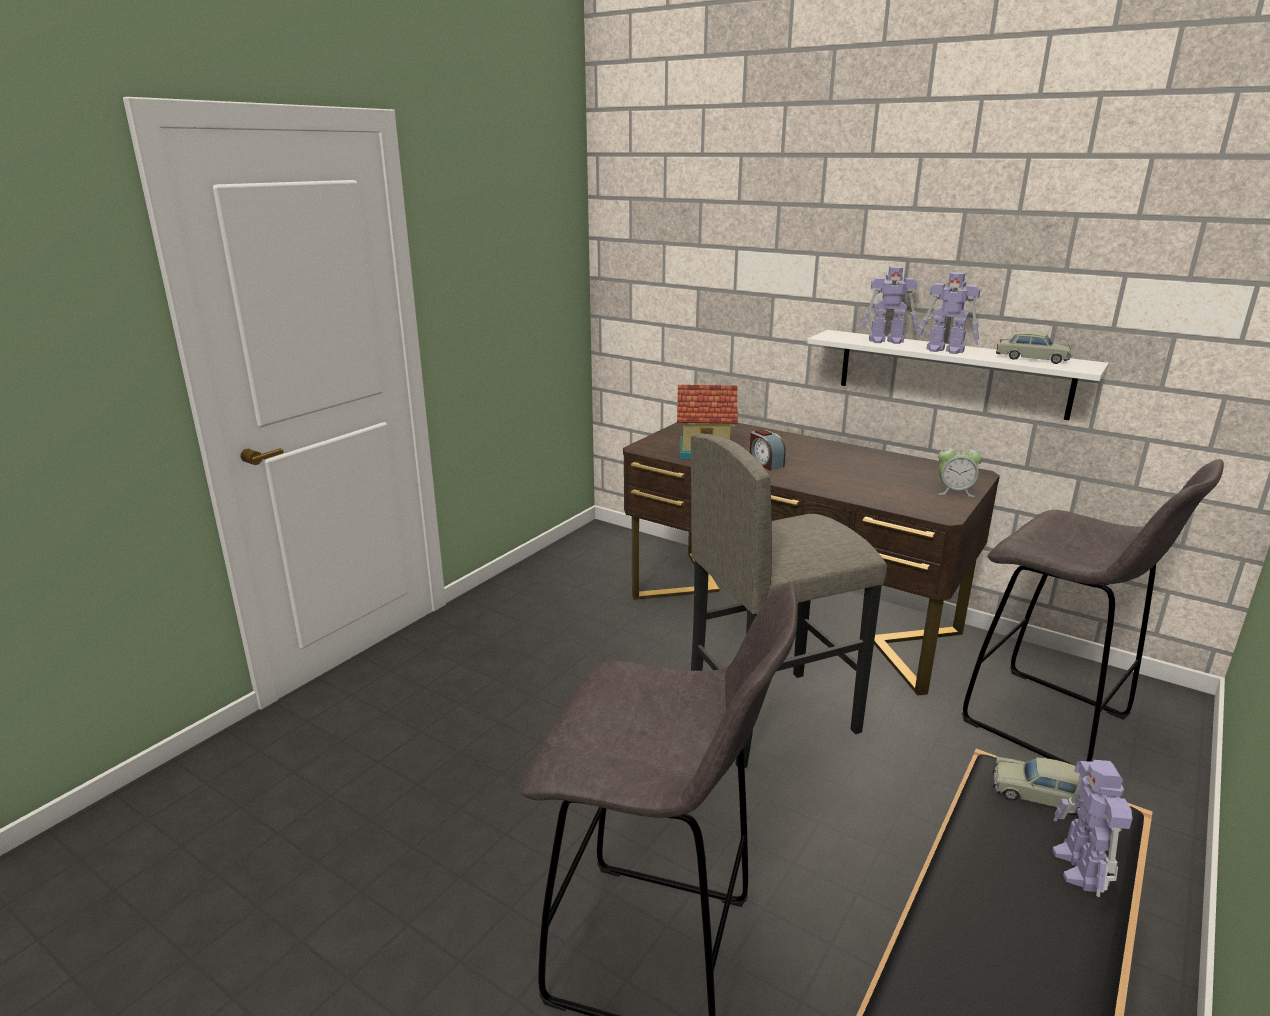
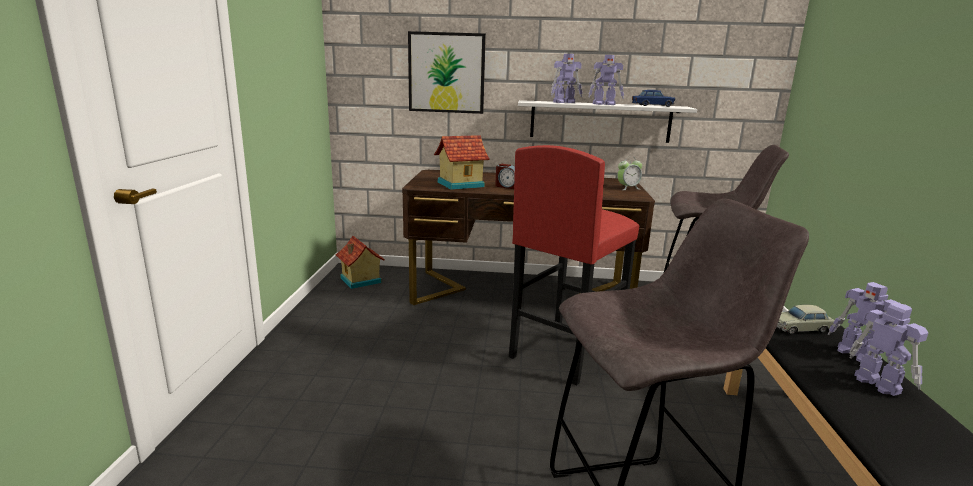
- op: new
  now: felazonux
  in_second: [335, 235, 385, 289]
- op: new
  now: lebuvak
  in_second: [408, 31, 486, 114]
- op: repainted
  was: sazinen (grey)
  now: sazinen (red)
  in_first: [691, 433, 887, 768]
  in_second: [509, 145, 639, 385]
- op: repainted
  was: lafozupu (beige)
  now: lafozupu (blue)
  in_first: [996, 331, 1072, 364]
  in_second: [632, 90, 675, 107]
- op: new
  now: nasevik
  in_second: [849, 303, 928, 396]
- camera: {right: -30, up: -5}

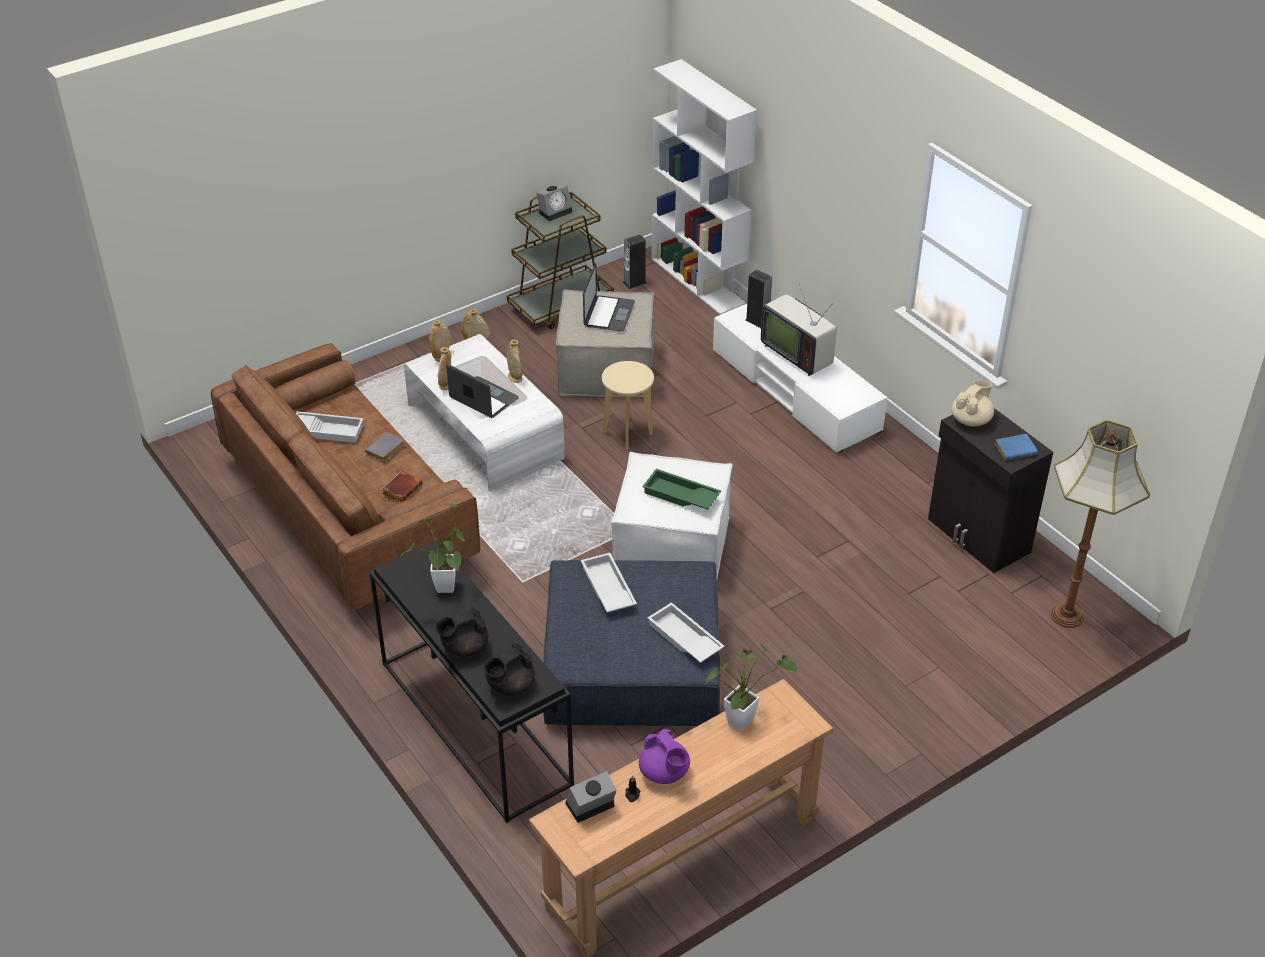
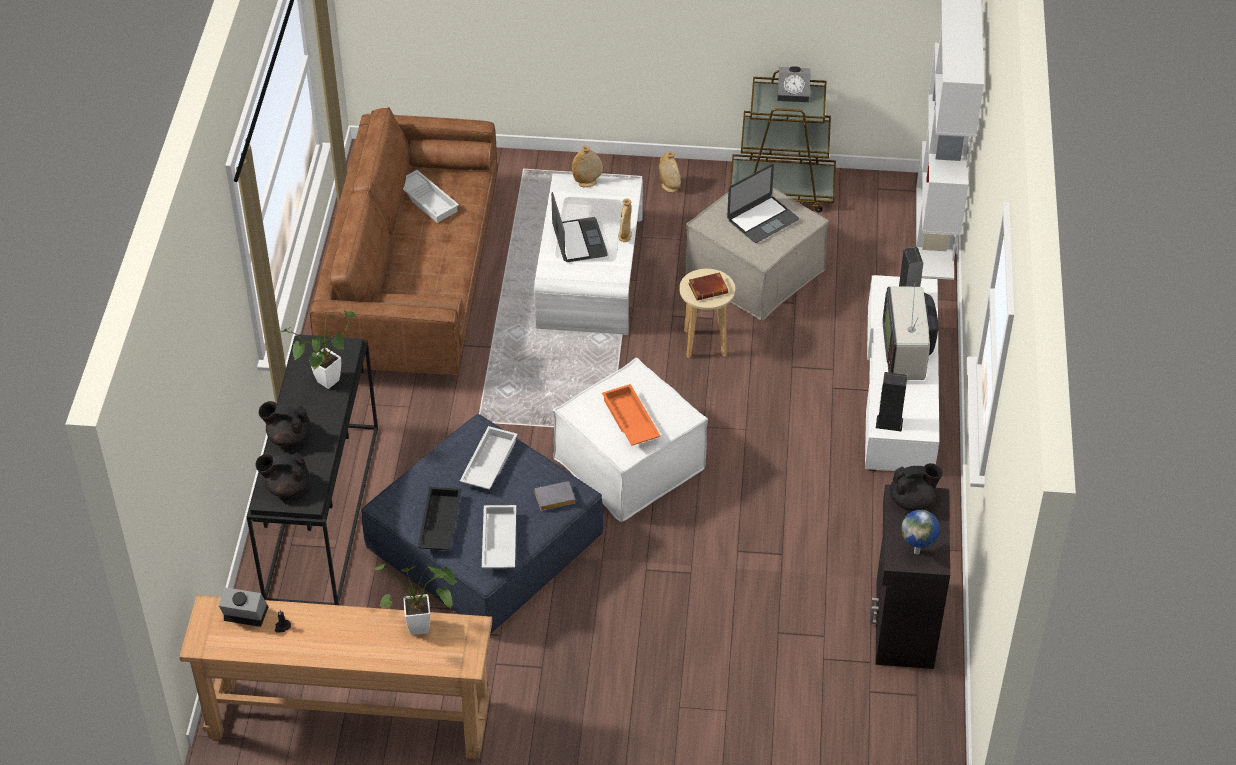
- op: new
  now: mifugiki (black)
  in_second: [418, 487, 461, 550]
- op: shifted
  was: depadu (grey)
  in_first: [365, 433, 405, 462]
  in_second: [534, 481, 576, 511]
- op: repainted
  was: mifugiki (green)
  now: mifugiki (orange)
  in_first: [643, 469, 721, 510]
  in_second: [602, 384, 661, 446]
- op: shifted
  was: depadu (brown)
  in_first: [382, 471, 422, 502]
  in_second: [688, 272, 728, 301]
- op: shifted
  was: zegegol
  in_first: [623, 235, 647, 289]
  in_second: [876, 372, 908, 432]
- op: repainted
  was: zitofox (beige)
  now: zitofox (black)
  in_first: [952, 380, 994, 426]
  in_second: [890, 463, 943, 511]
- op: swapped
  was: depadu (blue)
  now: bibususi
  in_first: [995, 434, 1038, 461]
  in_second: [901, 510, 940, 554]
- op: gone
  was: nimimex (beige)
  in_first: [438, 347, 451, 390]
- op: gone
  was: zitofox (purple)
  in_first: [639, 729, 690, 784]
- op: gone
  was: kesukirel
  in_first: [1051, 420, 1150, 628]
- camera: {right: 40, up: 5}

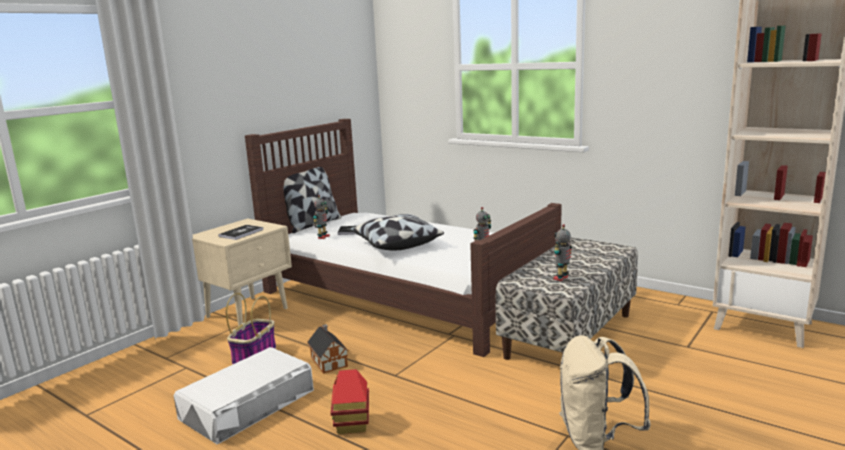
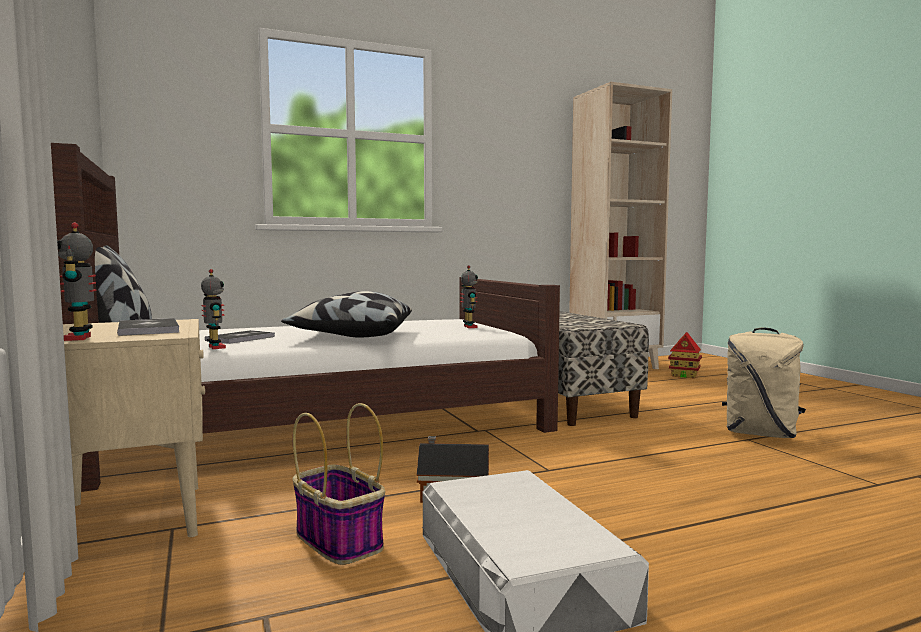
- op: shifted
  was: nasevik
  in_first: [553, 224, 572, 281]
  in_second: [57, 222, 97, 341]
- op: shifted
  was: felazonux
  in_first: [331, 369, 369, 434]
  in_second: [668, 332, 702, 379]
- camera: {right: -60, up: -10}

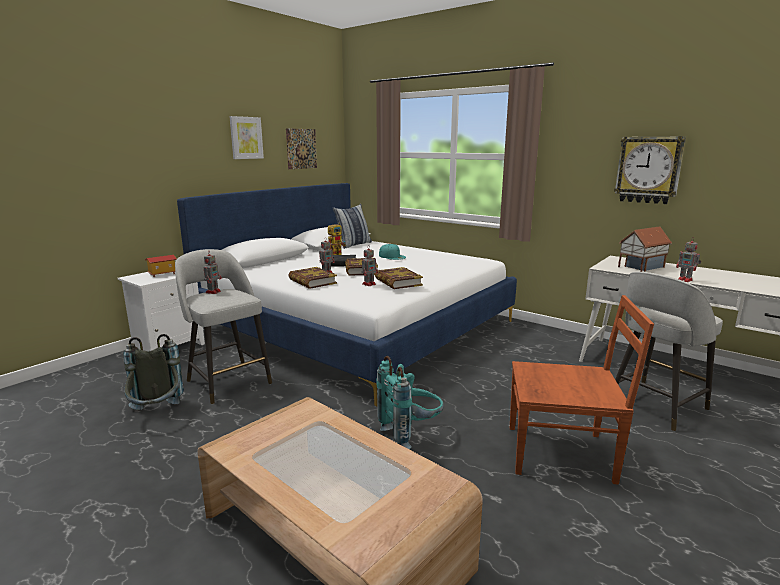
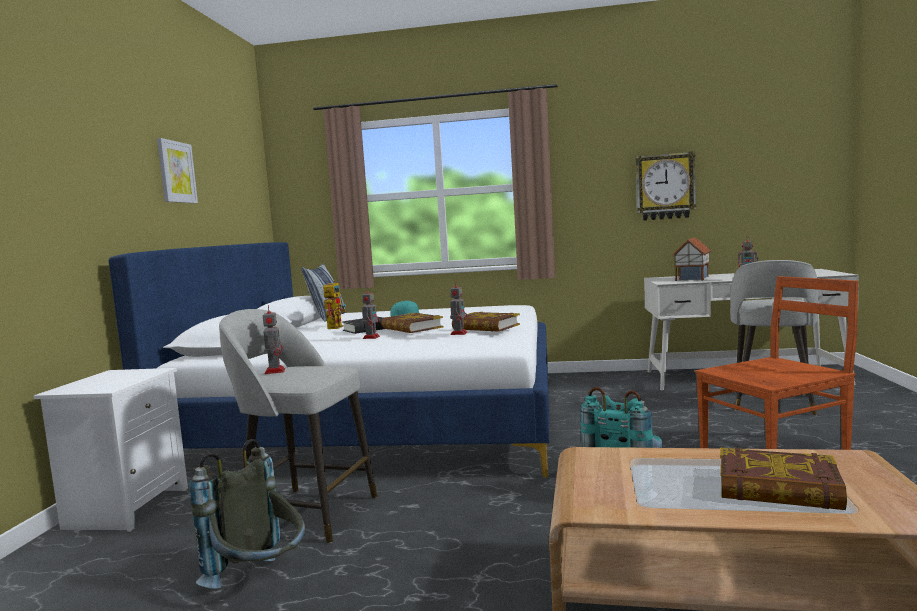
- op: shifted
  was: depadu
  in_first: [288, 267, 337, 289]
  in_second: [720, 448, 847, 510]
- op: gone
  was: felazonux
  in_first: [145, 255, 176, 277]
- op: gone
  was: lebuvak
  in_first: [286, 128, 317, 169]
- camera: {right: -30, up: -10}

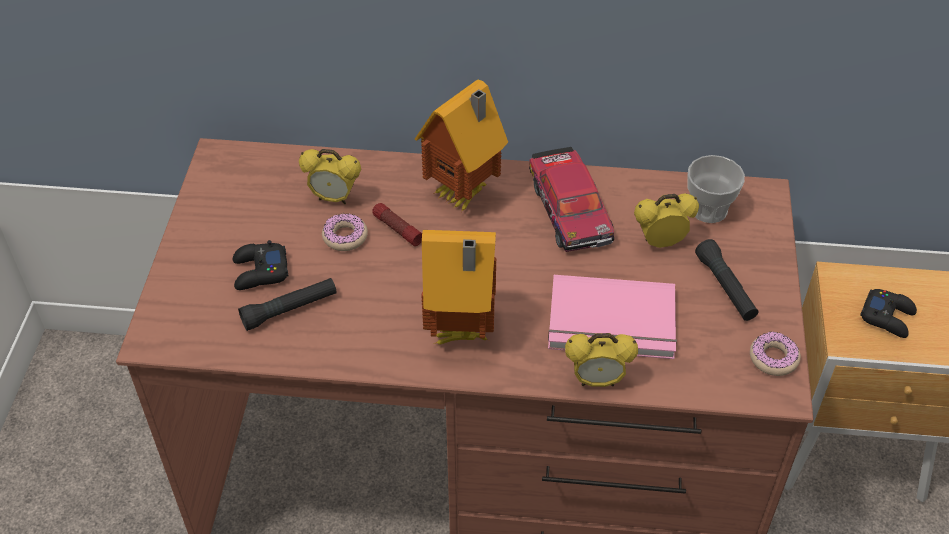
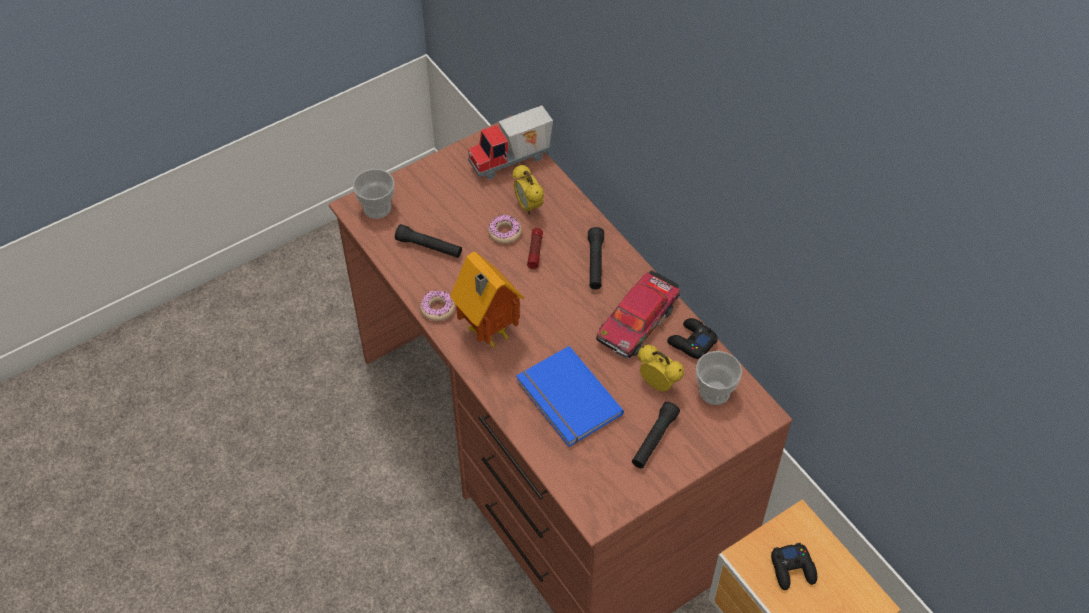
- op: new
  now: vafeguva
  in_second: [353, 169, 395, 219]
- op: shifted
  was: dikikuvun
  in_first: [750, 332, 801, 376]
  in_second: [420, 290, 455, 321]
- op: new
  now: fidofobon
  in_second: [468, 105, 553, 179]
- op: repainted
  was: depadu (pink)
  now: depadu (blue)
  in_first: [548, 275, 677, 359]
  in_second: [516, 346, 624, 447]
- op: swapped
  was: felazonux
  now: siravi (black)
  in_first: [415, 79, 508, 212]
  in_second: [588, 227, 604, 289]
- op: shifted
  was: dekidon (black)
  in_first: [233, 240, 288, 290]
  in_second: [667, 318, 718, 359]
- op: gone
  was: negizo
  in_first: [565, 333, 638, 387]
- camera: {right: 50, up: 5}

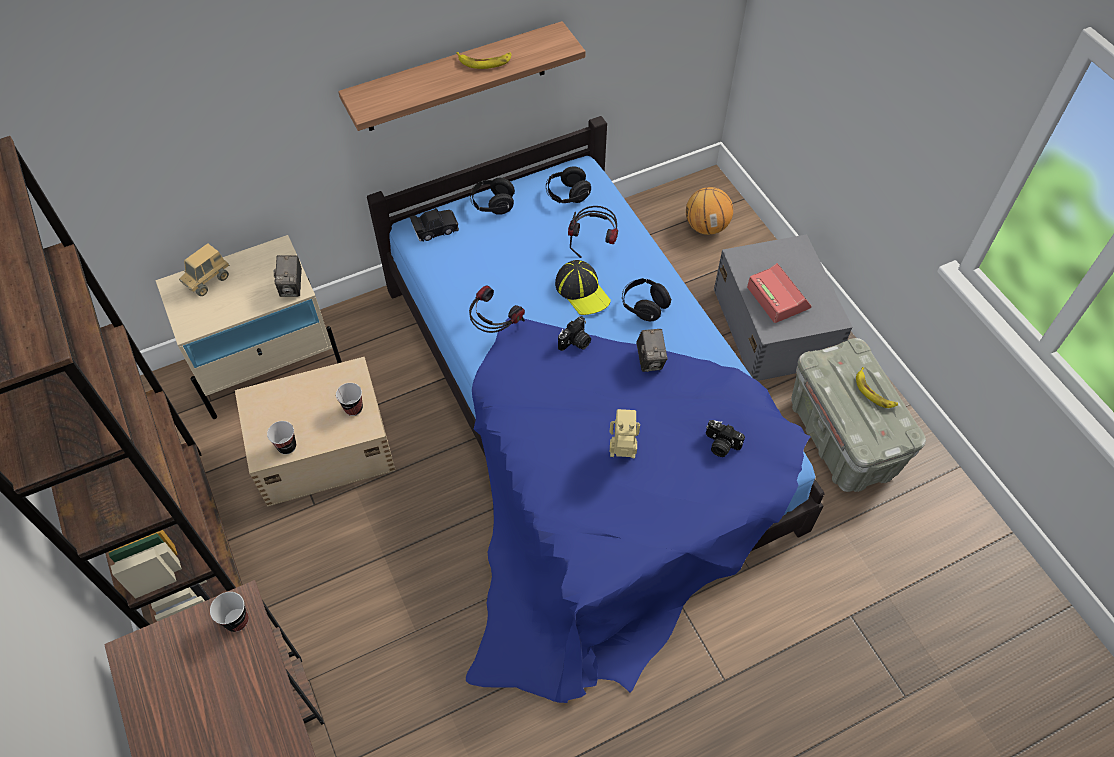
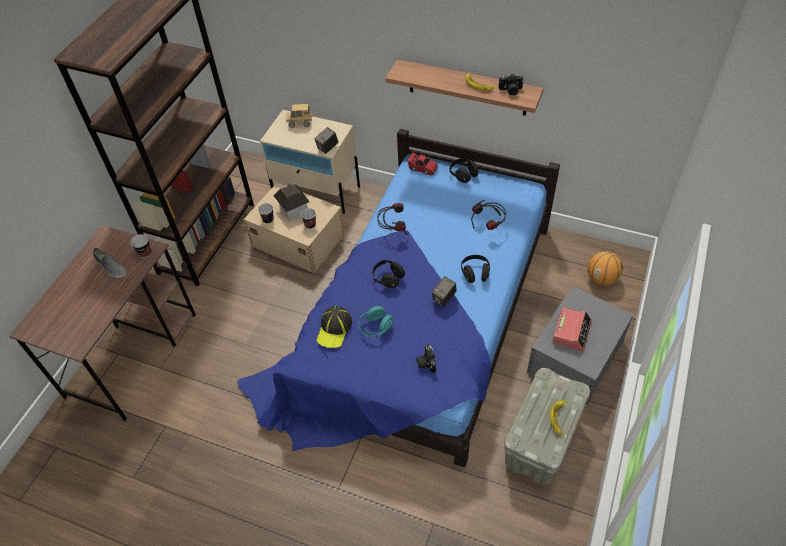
- op: new
  now: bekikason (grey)
  in_second: [93, 248, 127, 278]
- op: new
  now: felazonux
  in_second: [274, 184, 310, 221]
- op: shifted
  was: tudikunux
  in_first: [555, 260, 611, 315]
  in_second: [316, 306, 352, 348]
- op: swapped
  was: nasevik
  now: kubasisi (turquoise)
  in_first: [610, 409, 640, 458]
  in_second: [358, 306, 393, 338]
- op: shifted
  was: kubasisi (black)
  in_first: [546, 167, 591, 203]
  in_second: [372, 260, 405, 288]
- op: repainted
  was: lafozupu (black)
  now: lafozupu (red)
  in_first: [409, 208, 459, 241]
  in_second: [407, 152, 438, 176]
- op: shifted
  was: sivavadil
  in_first: [558, 316, 591, 351]
  in_second: [498, 74, 524, 95]
- camera: {right: 50, up: -5}

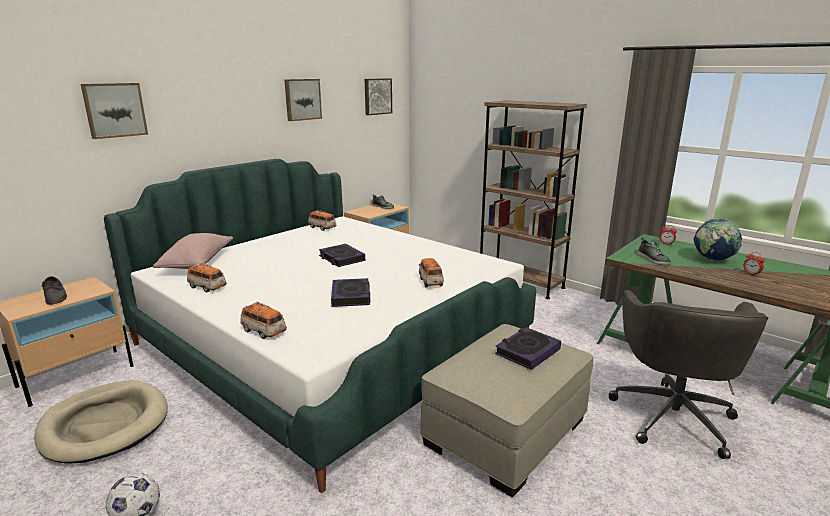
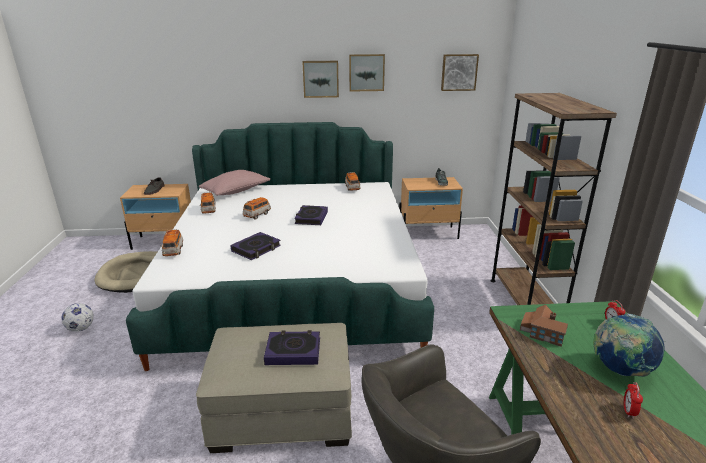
- op: shifted
  was: lafozupu
  in_first: [419, 258, 444, 287]
  in_second: [243, 197, 271, 220]
- op: shifted
  was: lebuvak
  in_first: [81, 83, 148, 139]
  in_second: [302, 61, 339, 98]
- op: swapped
  was: bekikason
  now: felazonux
  in_first: [638, 238, 671, 265]
  in_second: [520, 304, 568, 347]
- camera: {right: 45, up: 5}

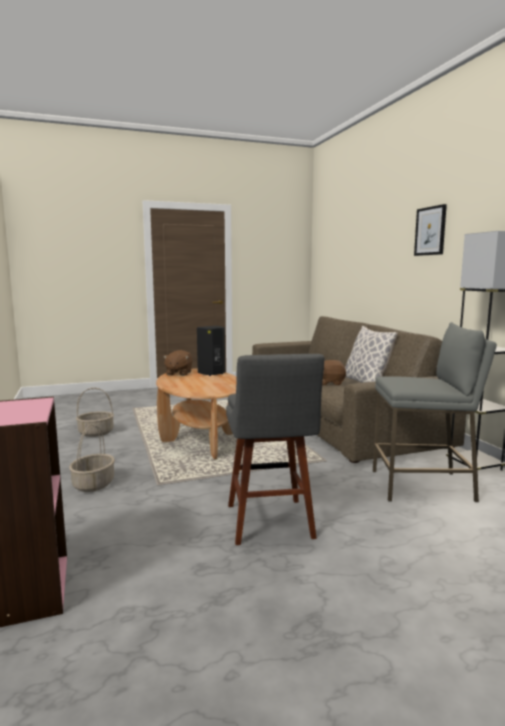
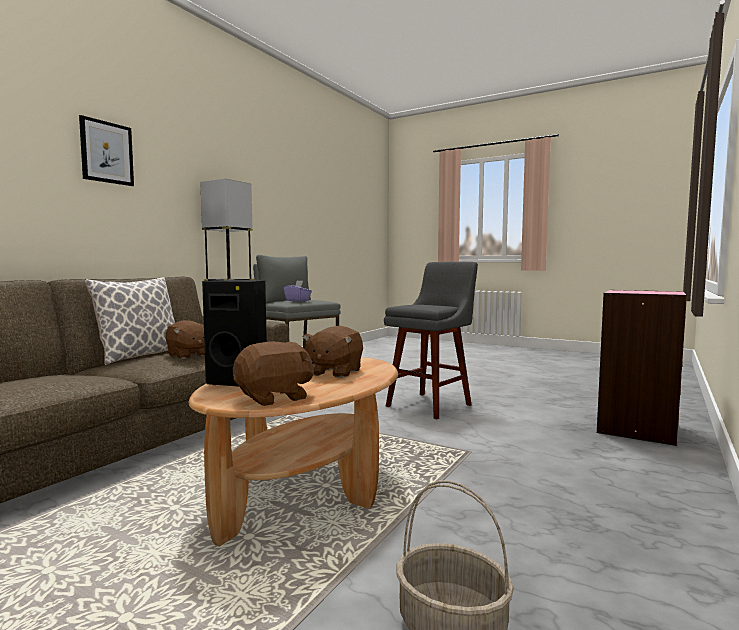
- op: new
  now: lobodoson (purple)
  in_second: [284, 281, 312, 302]
- op: new
  now: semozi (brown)
  in_second: [303, 326, 363, 378]
- op: gone
  was: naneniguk
  in_first: [69, 425, 115, 492]
- camera: {right: -130, up: -5}

